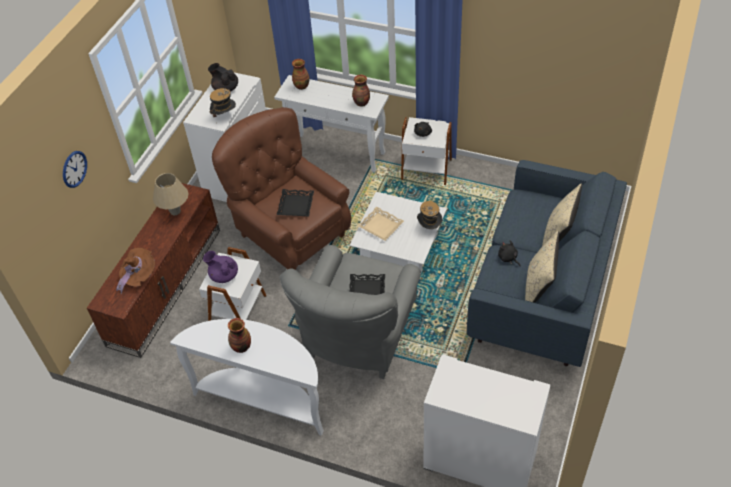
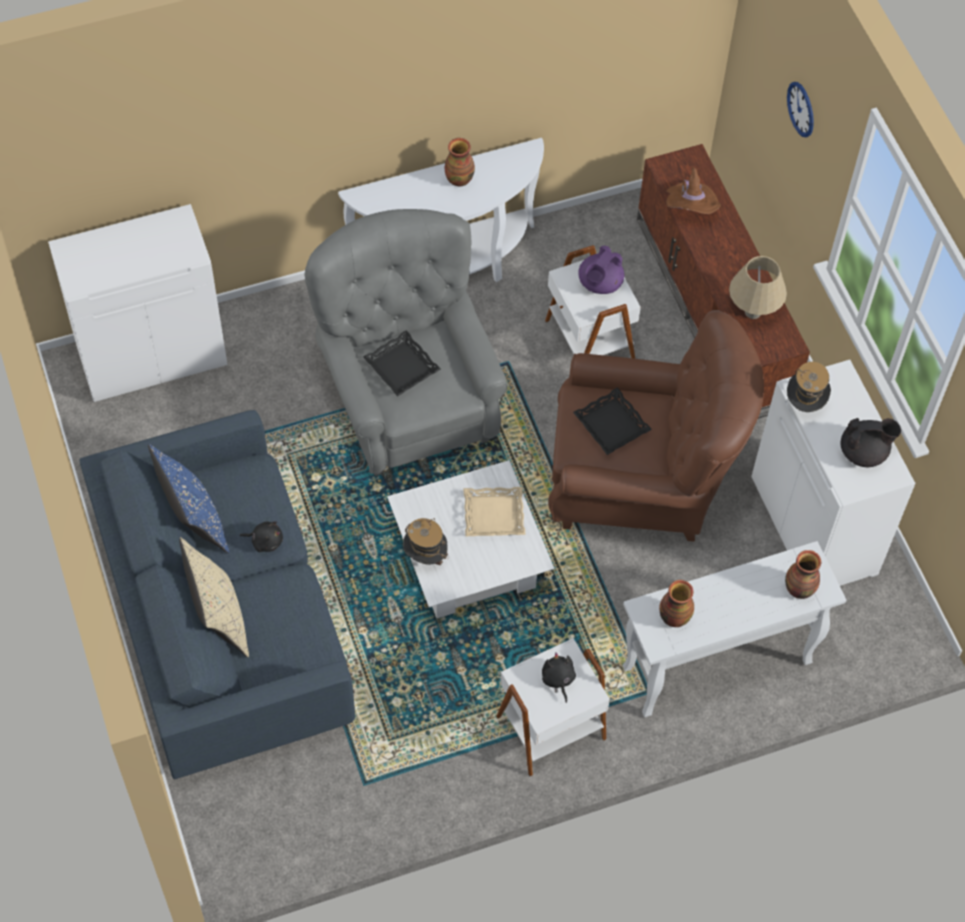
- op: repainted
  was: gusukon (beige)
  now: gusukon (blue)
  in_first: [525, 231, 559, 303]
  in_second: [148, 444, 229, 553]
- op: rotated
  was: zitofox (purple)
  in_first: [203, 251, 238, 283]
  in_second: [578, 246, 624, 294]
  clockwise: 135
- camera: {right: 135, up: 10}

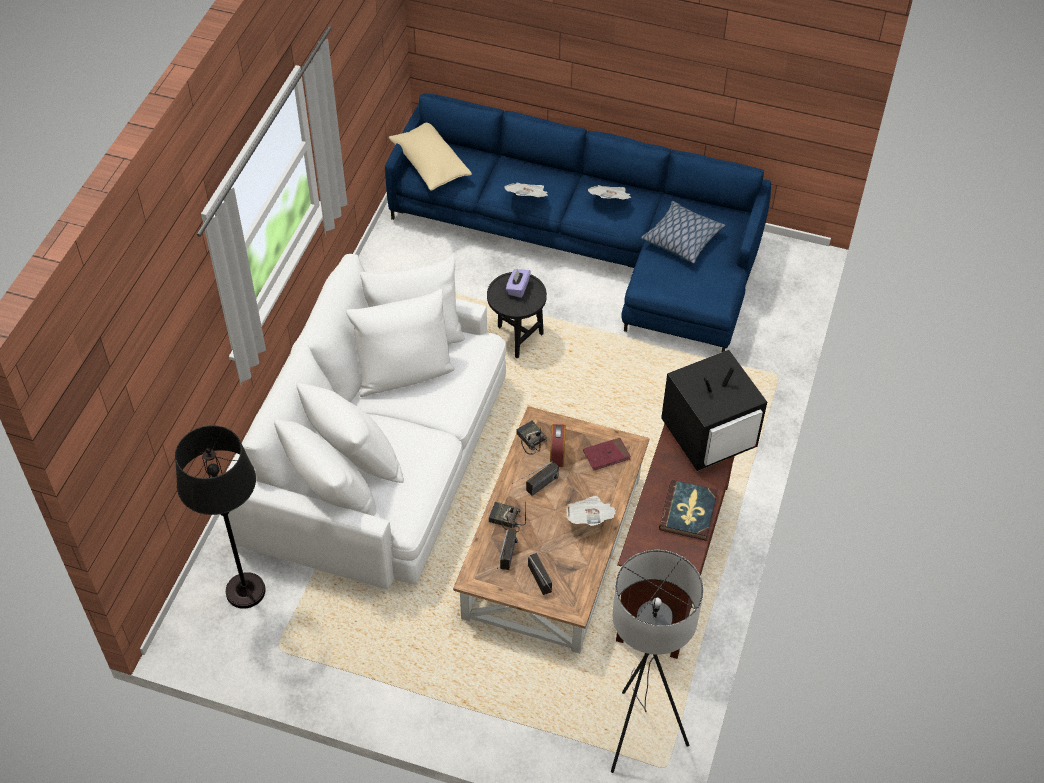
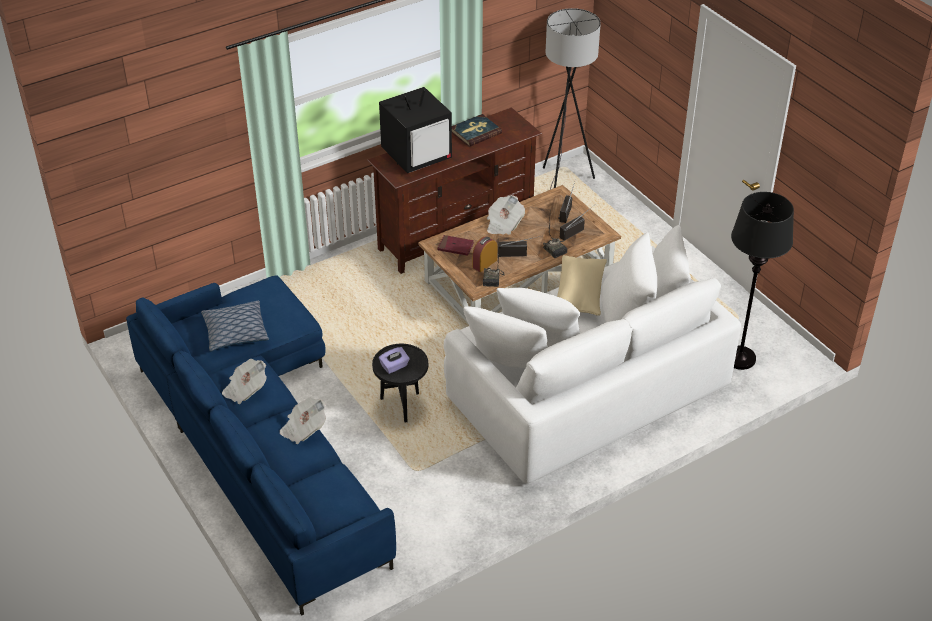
- op: rotated
  was: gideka
  in_first: [661, 350, 767, 471]
  in_second: [379, 87, 452, 173]
  clockwise: 135
- op: shifted
  was: gusukon (beige)
  in_first: [388, 123, 472, 191]
  in_second: [557, 255, 607, 316]
- camera: {right: -140, up: -10}

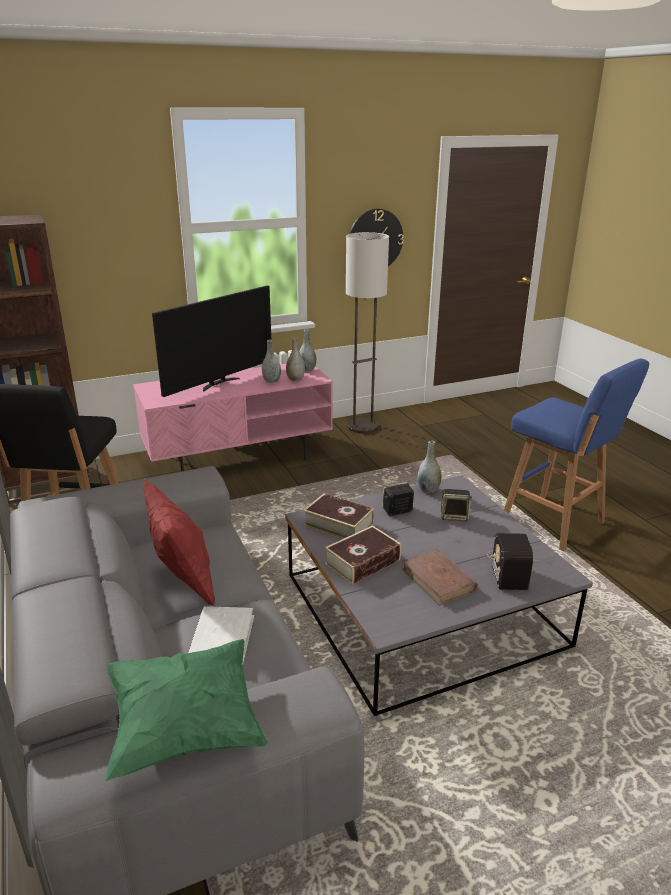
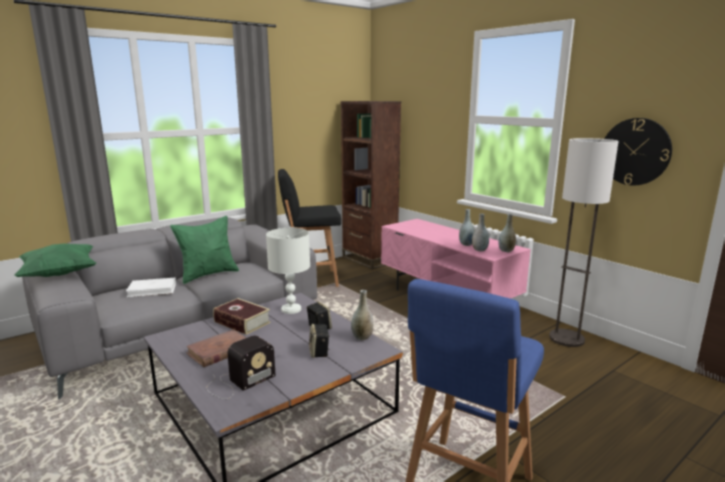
- op: repainted
  was: gusukon (red)
  now: gusukon (green)
  in_first: [143, 480, 215, 606]
  in_second: [170, 216, 239, 284]
- op: rotated
  was: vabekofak
  in_first: [487, 533, 539, 590]
  in_second: [206, 335, 276, 399]
  clockwise: 150
- op: swapped
  was: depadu
  now: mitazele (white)
  in_first: [303, 493, 374, 539]
  in_second: [266, 228, 310, 314]
- op: gone
  was: gideka
  in_first: [152, 285, 271, 397]
- camera: {right: 75, up: -10}

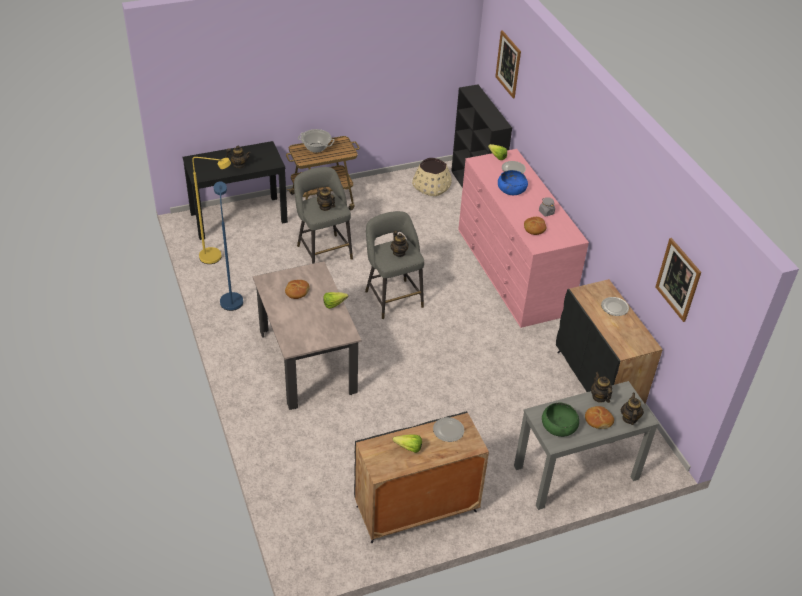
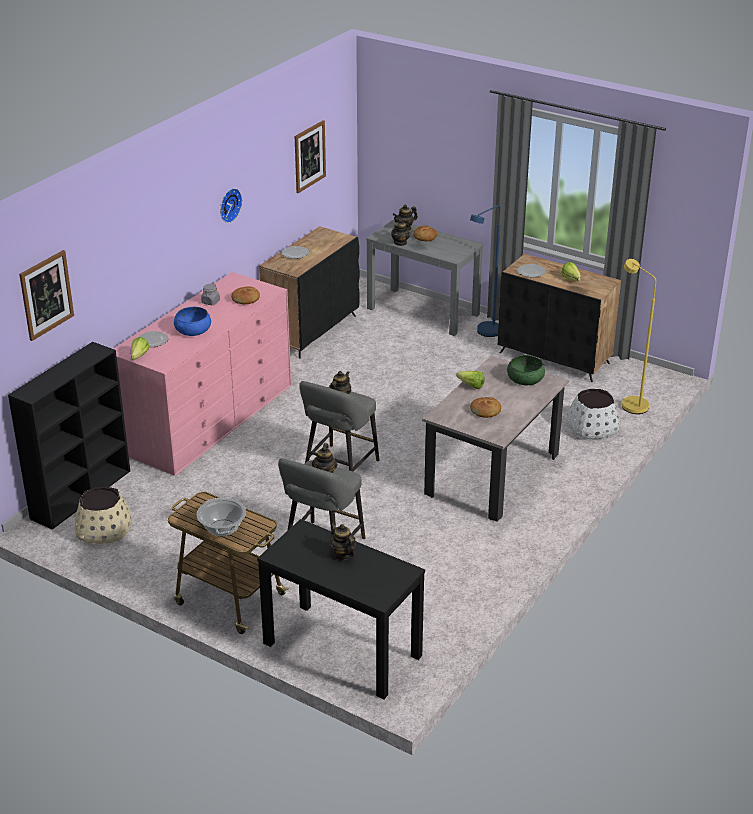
- op: new
  now: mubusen
  in_second: [220, 188, 242, 223]
- op: shifted
  was: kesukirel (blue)
  in_first: [214, 181, 243, 311]
  in_second: [470, 205, 500, 337]
- op: shifted
  was: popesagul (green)
  in_first: [542, 403, 579, 437]
  in_second: [507, 355, 545, 385]
- op: new
  now: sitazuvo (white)
  in_second: [567, 389, 619, 439]
- op: shifted
  was: kesukirel (yellow)
  in_first: [192, 157, 231, 264]
  in_second: [622, 259, 656, 414]
- camera: {right: -125, up: -10}

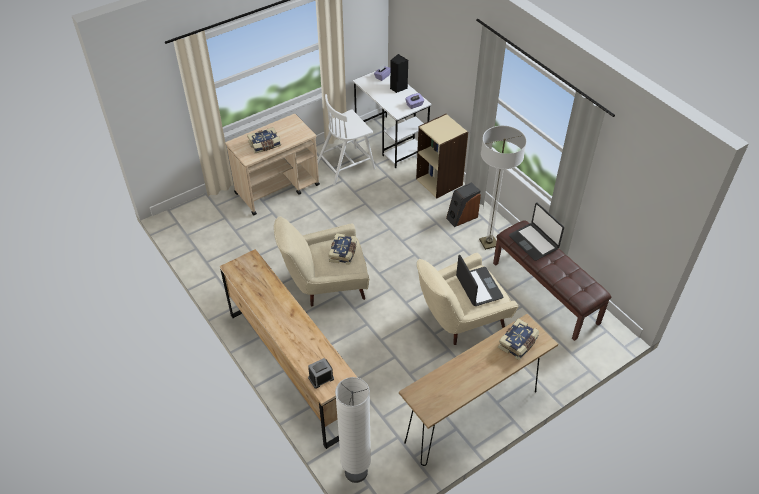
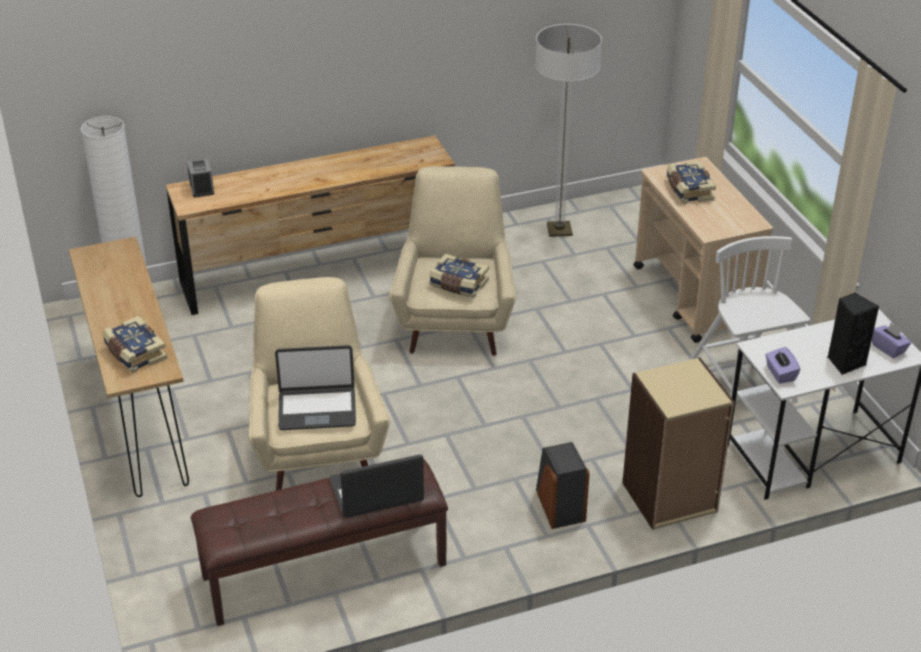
- op: shifted
  was: kesukirel
  in_first: [479, 126, 527, 250]
  in_second: [535, 24, 602, 237]
- camera: {right: 105, up: -10}

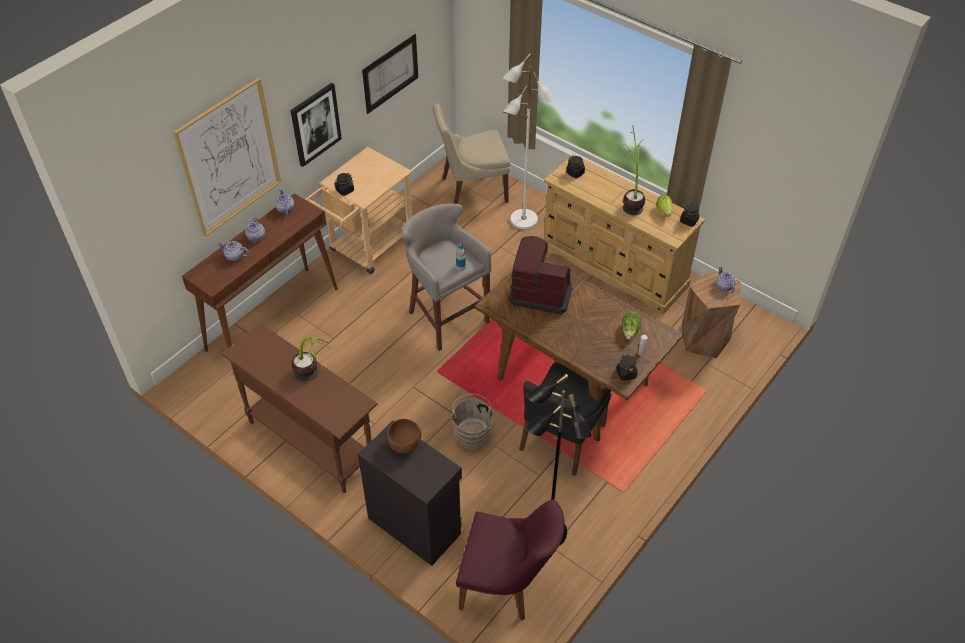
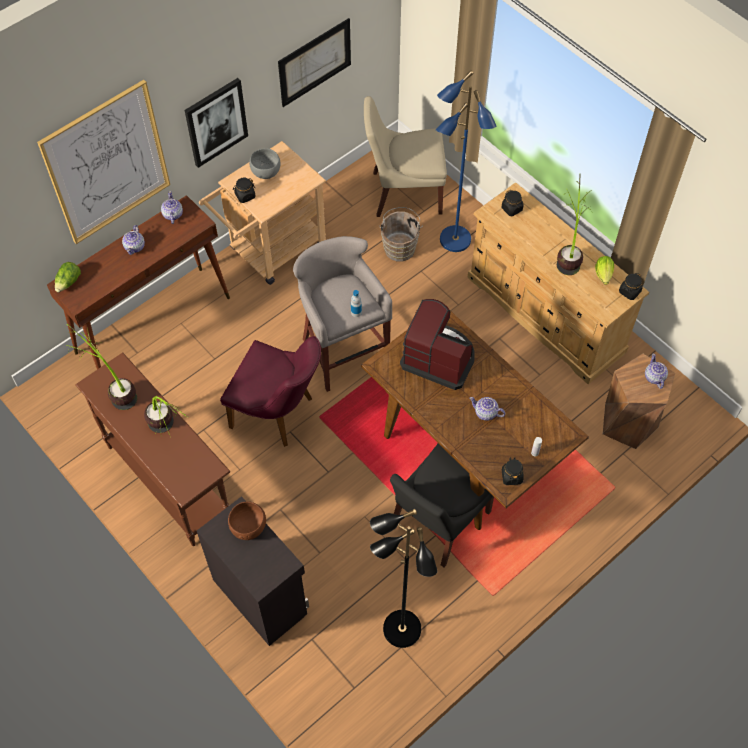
- op: shifted
  was: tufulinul
  in_first: [622, 311, 642, 340]
  in_second: [55, 262, 81, 292]
- op: new
  now: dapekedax
  in_second: [66, 324, 137, 410]
- op: shifted
  was: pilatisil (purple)
  in_first: [456, 499, 565, 621]
  in_second: [220, 336, 321, 447]
- op: new
  now: popesagul (grey)
  in_second: [249, 148, 280, 179]
- op: shifted
  was: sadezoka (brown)
  in_first: [450, 394, 495, 450]
  in_second: [379, 207, 423, 262]
- op: repainted
  was: kesukirel (white)
  now: kesukirel (blue)
  in_first: [503, 53, 555, 229]
  in_second: [436, 70, 496, 252]
- op: shifted
  was: zitofox
  in_first: [217, 241, 249, 261]
  in_second: [469, 397, 505, 421]
- camera: {right: 10, up: 10}

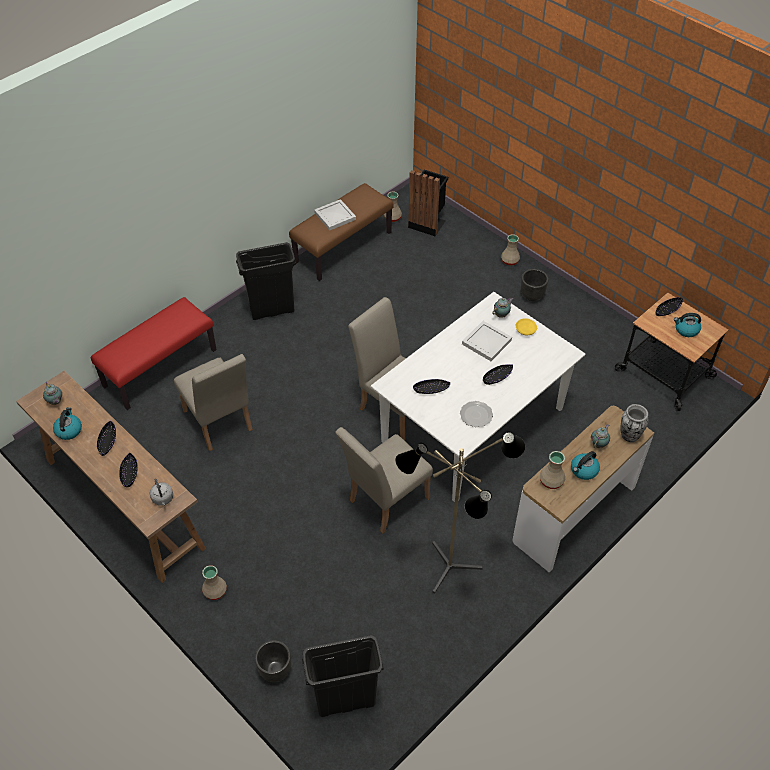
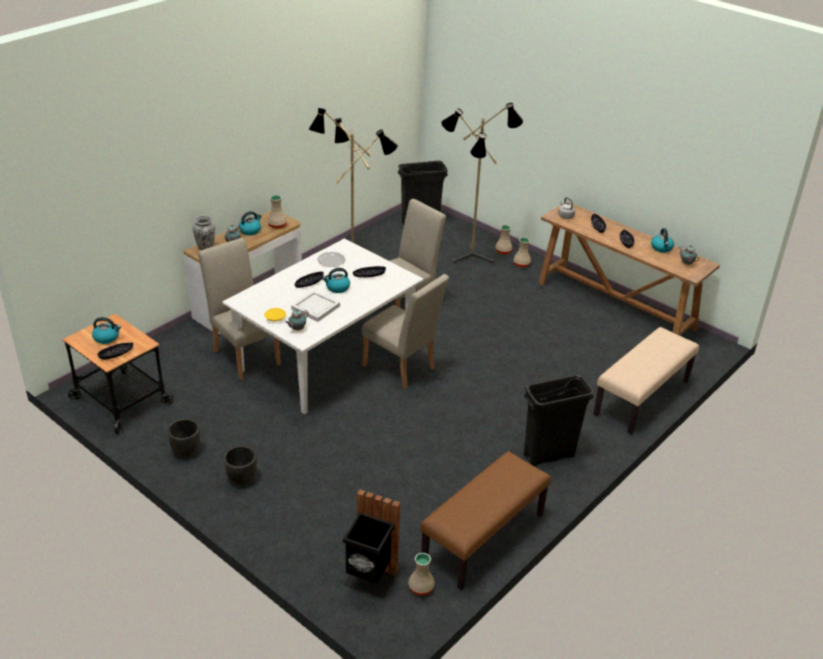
- op: shifted
  was: sitazuvo (black)
  in_first: [255, 640, 291, 682]
  in_second: [167, 419, 200, 457]
- op: shifted
  was: pilatisil (beige)
  in_first: [174, 354, 253, 451]
  in_second: [198, 238, 281, 380]
- op: new
  now: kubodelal
  in_second: [323, 268, 350, 293]
- op: new
  now: kesukirel
  in_second: [441, 103, 523, 263]
- op: shifted
  was: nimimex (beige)
  in_first: [501, 234, 520, 266]
  in_second: [495, 225, 512, 255]
- op: repainted
  was: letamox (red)
  now: letamox (beige)
  in_first: [91, 297, 217, 410]
  in_second: [594, 327, 699, 434]
- op: gone
  was: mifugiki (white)
  in_first: [314, 199, 356, 231]
- camera: {right: 175, up: -15}

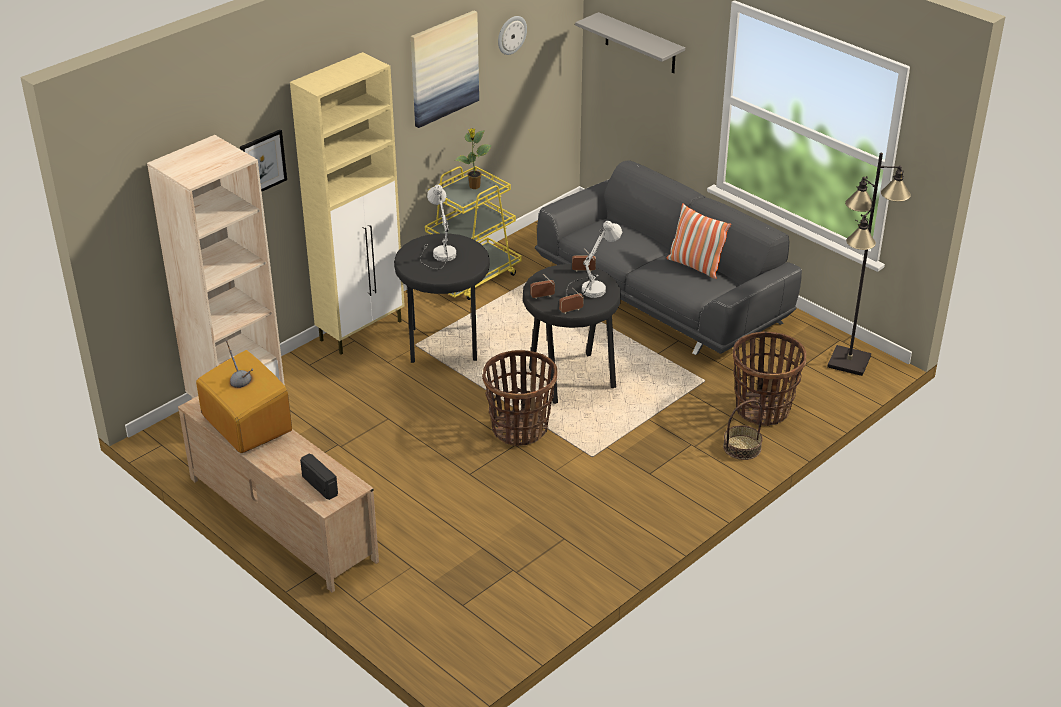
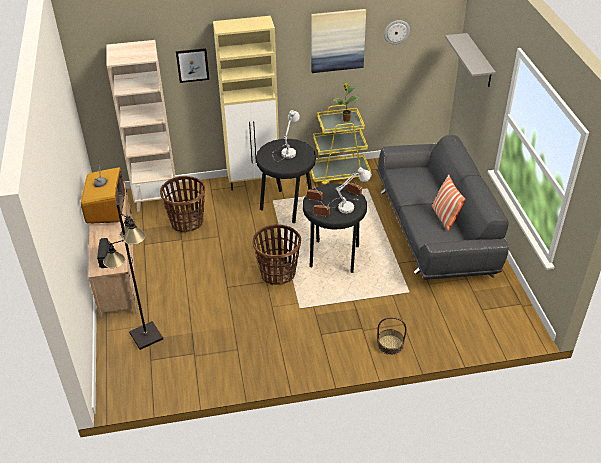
- op: shifted
  was: kesukirel (black)
  in_first: [827, 153, 911, 376]
  in_second: [103, 203, 163, 350]
- op: shifted
  was: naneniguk
  in_first: [733, 332, 806, 426]
  in_second: [160, 176, 205, 232]
- camera: {right: 35, up: 5}

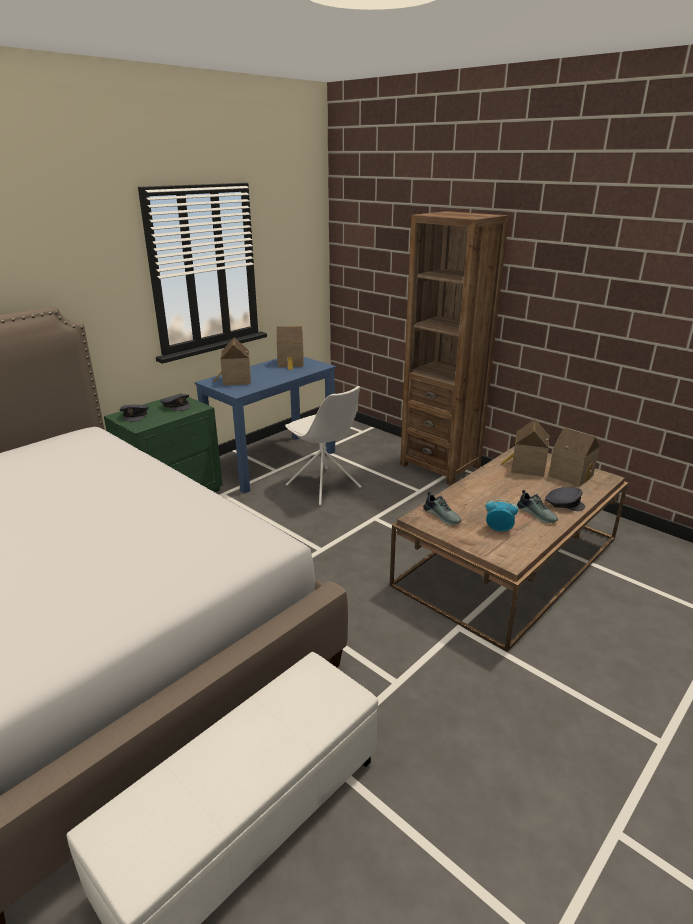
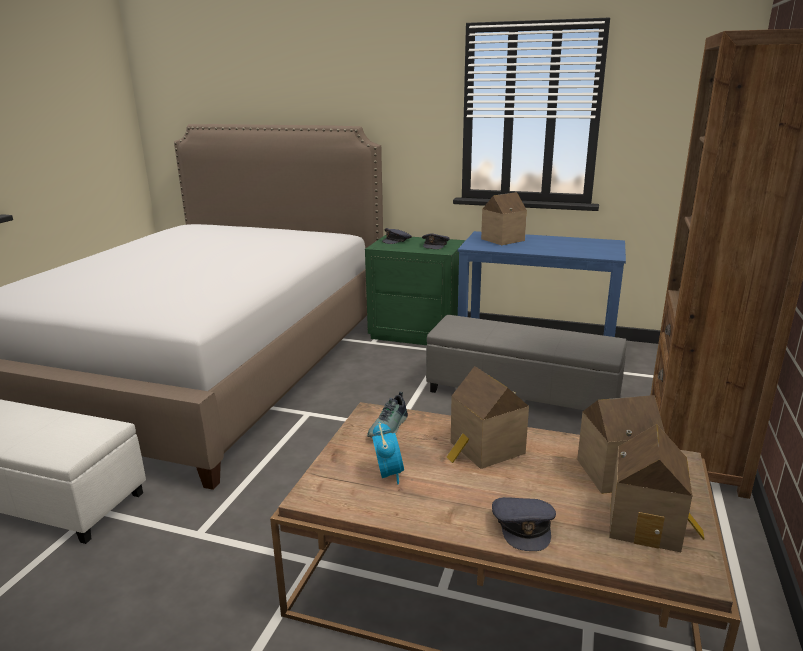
- op: swapped
  was: pilatisil (white)
  now: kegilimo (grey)
  in_first: [285, 386, 361, 505]
  in_second: [426, 315, 627, 410]
- op: shifted
  was: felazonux
  in_first: [277, 326, 304, 370]
  in_second: [446, 366, 529, 469]
- op: gone
  was: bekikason
  in_first: [517, 490, 558, 523]
- camera: {right: 65, up: -5}

